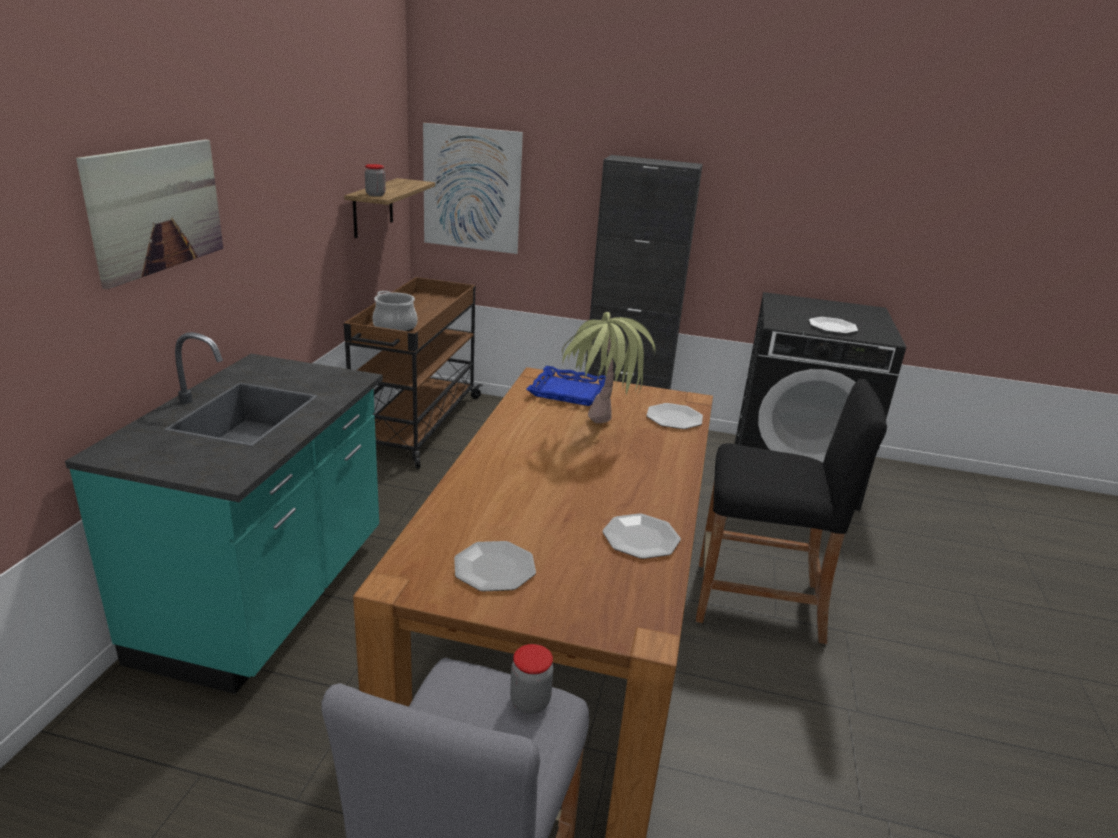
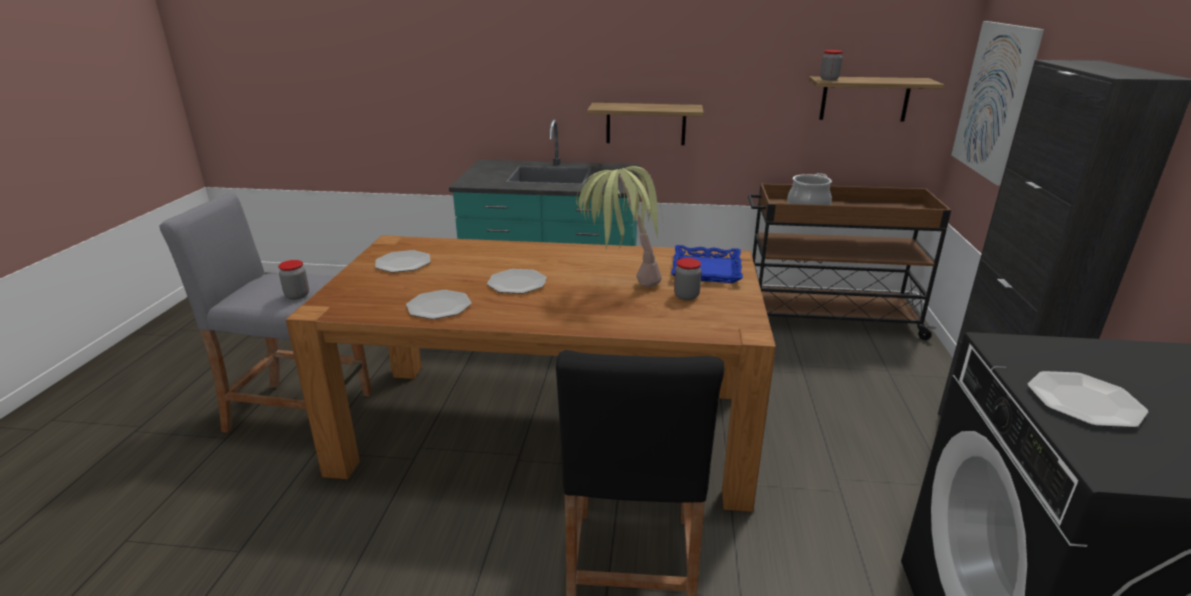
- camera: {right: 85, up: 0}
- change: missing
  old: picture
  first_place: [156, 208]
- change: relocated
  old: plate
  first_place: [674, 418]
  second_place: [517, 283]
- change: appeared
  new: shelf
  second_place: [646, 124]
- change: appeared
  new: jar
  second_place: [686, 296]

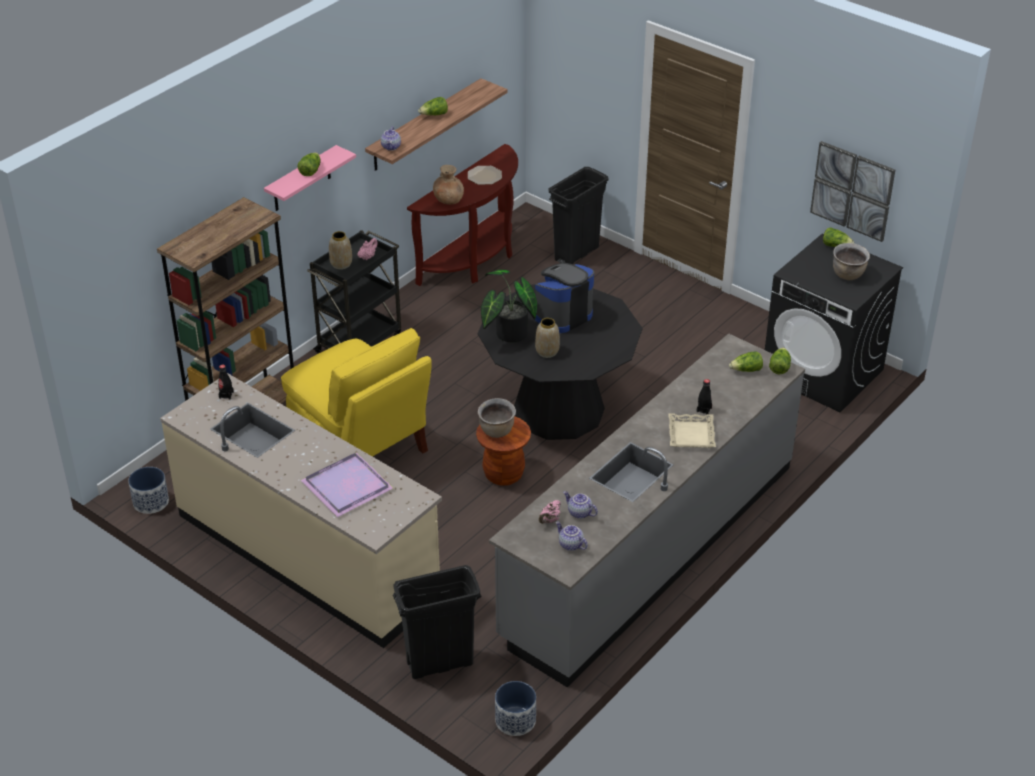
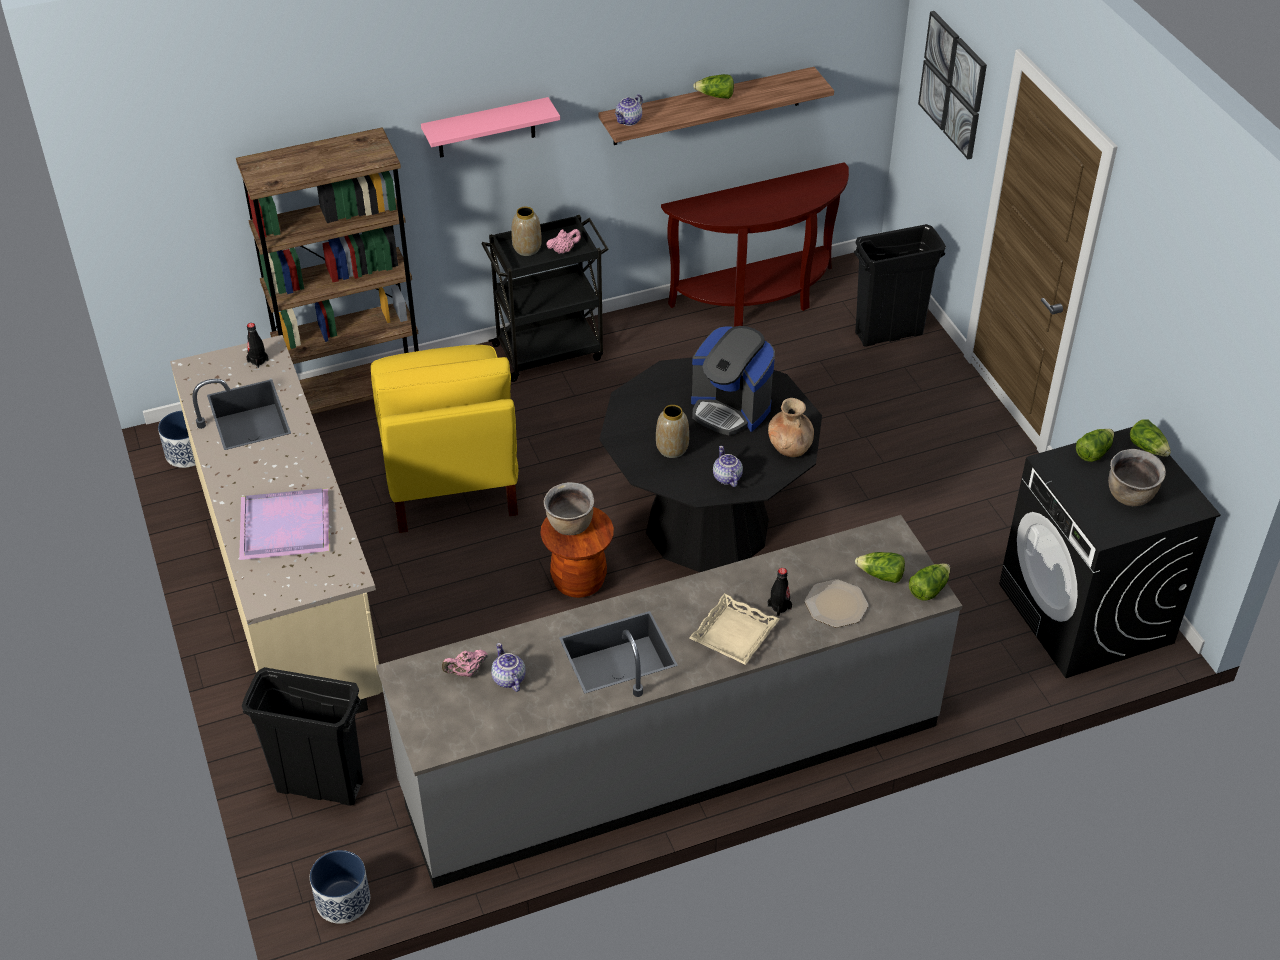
- camera: {right: 30, up: 5}
- change: relocated
  old: picture
  first_place: [852, 190]
  second_place: [953, 84]
- change: relocated
  old: lettuce
  first_place: [310, 170]
  second_place: [1093, 452]
- change: relocated
  old: brown vase
  first_place: [449, 200]
  second_place: [790, 447]
- change: relocated
  old: plate
  first_place: [484, 176]
  second_place: [836, 604]
- change: spun
  old: coffee machine
  first_place: [562, 315]
  second_place: [730, 409]
  degrees: -135
- change: missing
  old: potted plant
  first_place: [507, 334]
- change: relocated
  old: teapot
  first_place: [570, 545]
  second_place: [726, 477]

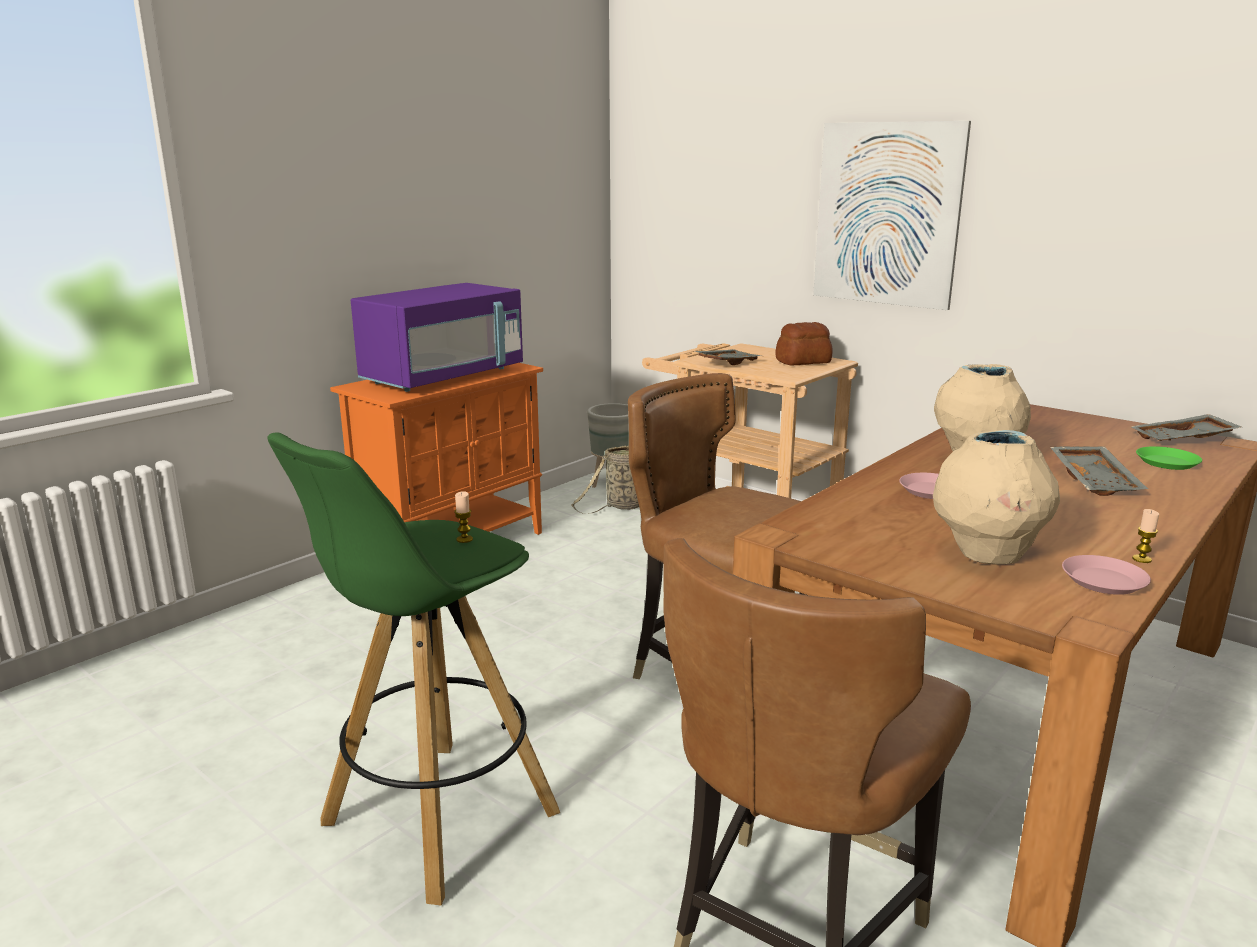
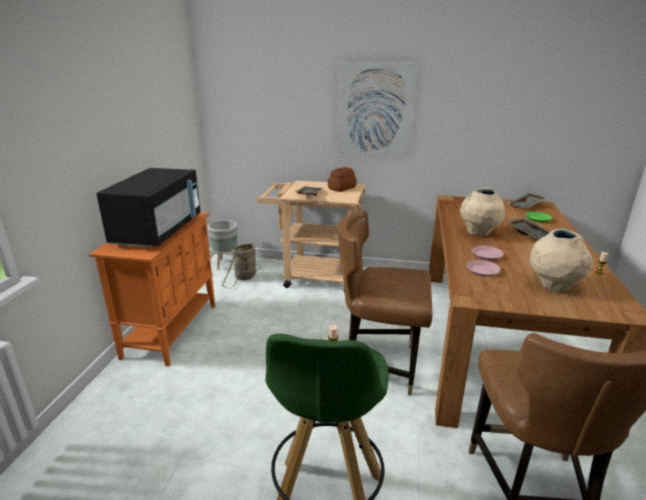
- camera: {right: -30, up: 5}
- change: colour
  old: purple microwave
  new: black microwave
  first_place: [444, 377]
  second_place: [158, 231]
- change: relocated
  old: pink plate
  first_place: [1103, 581]
  second_place: [482, 271]

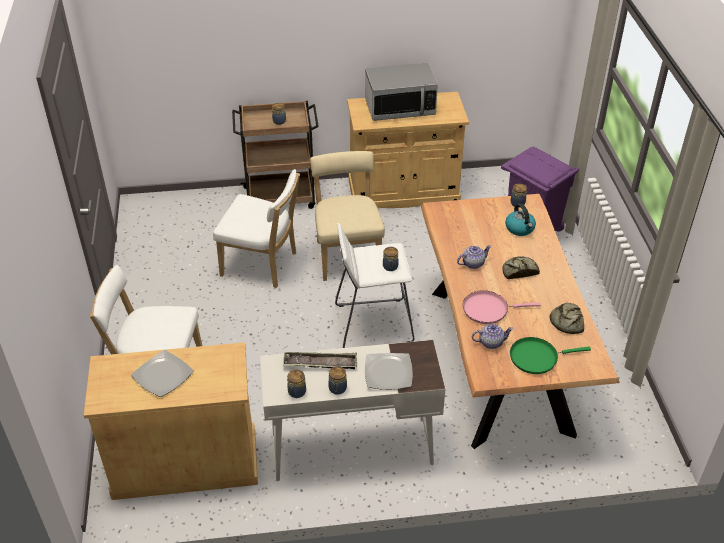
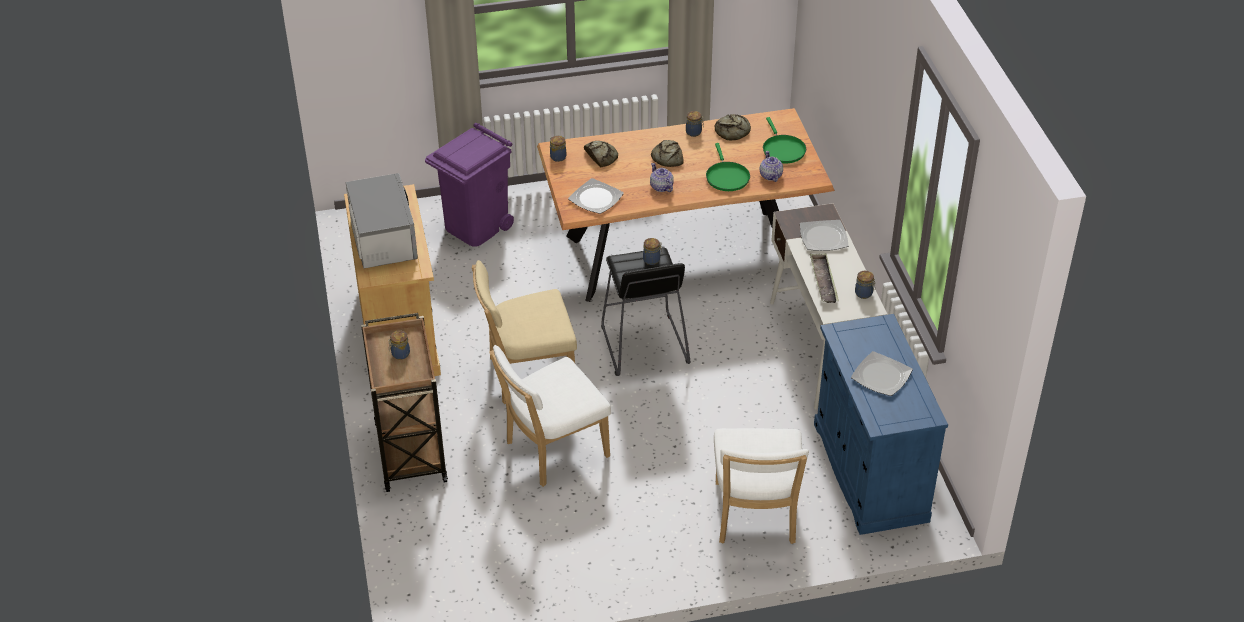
- camera: {right: -95, up: 0}
- change: spun
  old: white chair
  first_place: [262, 265]
  second_place: [552, 451]
  degrees: -135
- change: exchanged
  old: kettle
  new: bread
  first_place: [520, 228]
  second_place: [601, 156]
- change: colour
  old: white stool
  new: black stool
  first_place: [373, 324]
  second_place: [644, 345]
- change: colour
  old: pink frying pan
  new: green frying pan
  first_place: [488, 309]
  second_place: [726, 177]
- change: colour
  old: beige cabinet
  new: blue cabinet
  first_place: [185, 463]
  second_place: [869, 472]
- change: relocated
  old: jar
  first_place: [337, 389]
  second_place: [694, 132]
- change: appeared
  new: plate
  second_place: [596, 199]

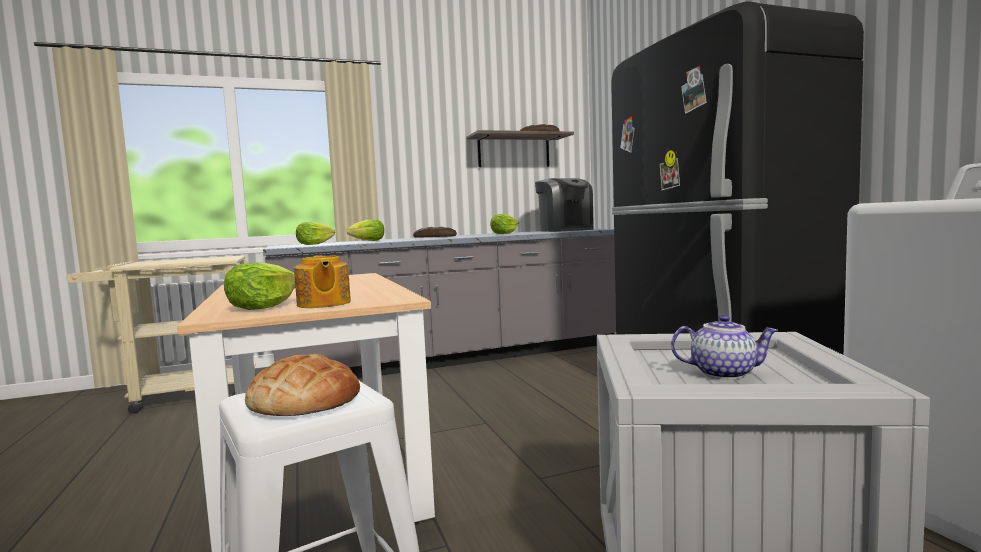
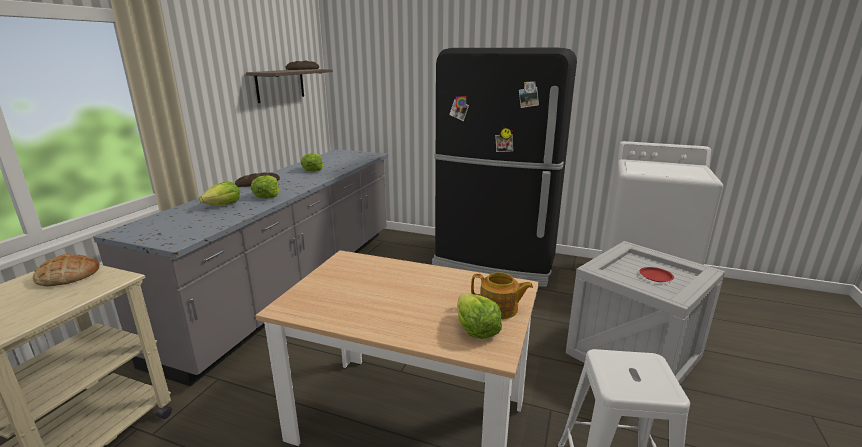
- camera: {right: -50, up: 15}
- change: missing
  old: coffee machine
  first_place: [565, 230]
- change: relocated
  old: lettuce
  first_place: [314, 244]
  second_place: [267, 196]
- change: exchanged
  old: teapot
  new: red plate
  first_place: [723, 373]
  second_place: [655, 276]
- change: relocated
  old: bread
  first_place: [305, 400]
  second_place: [68, 275]

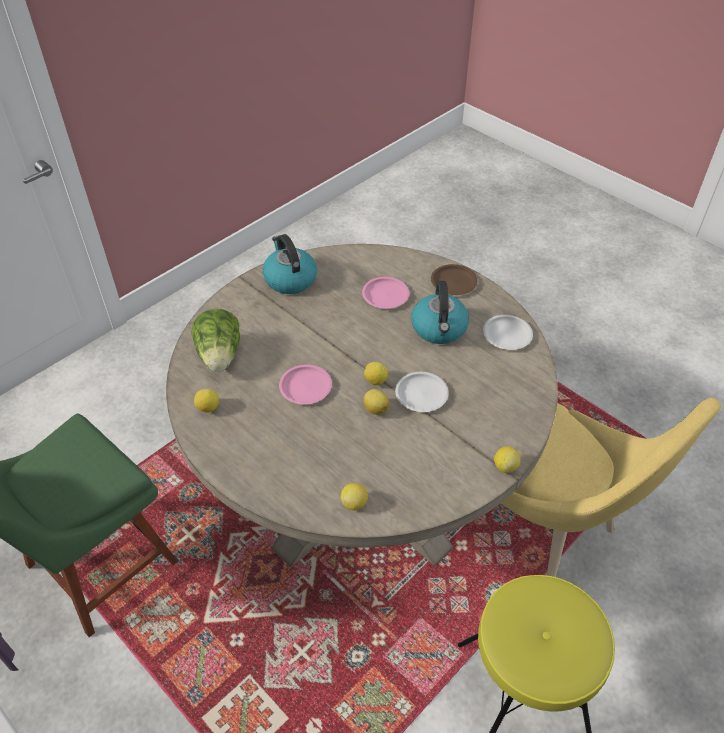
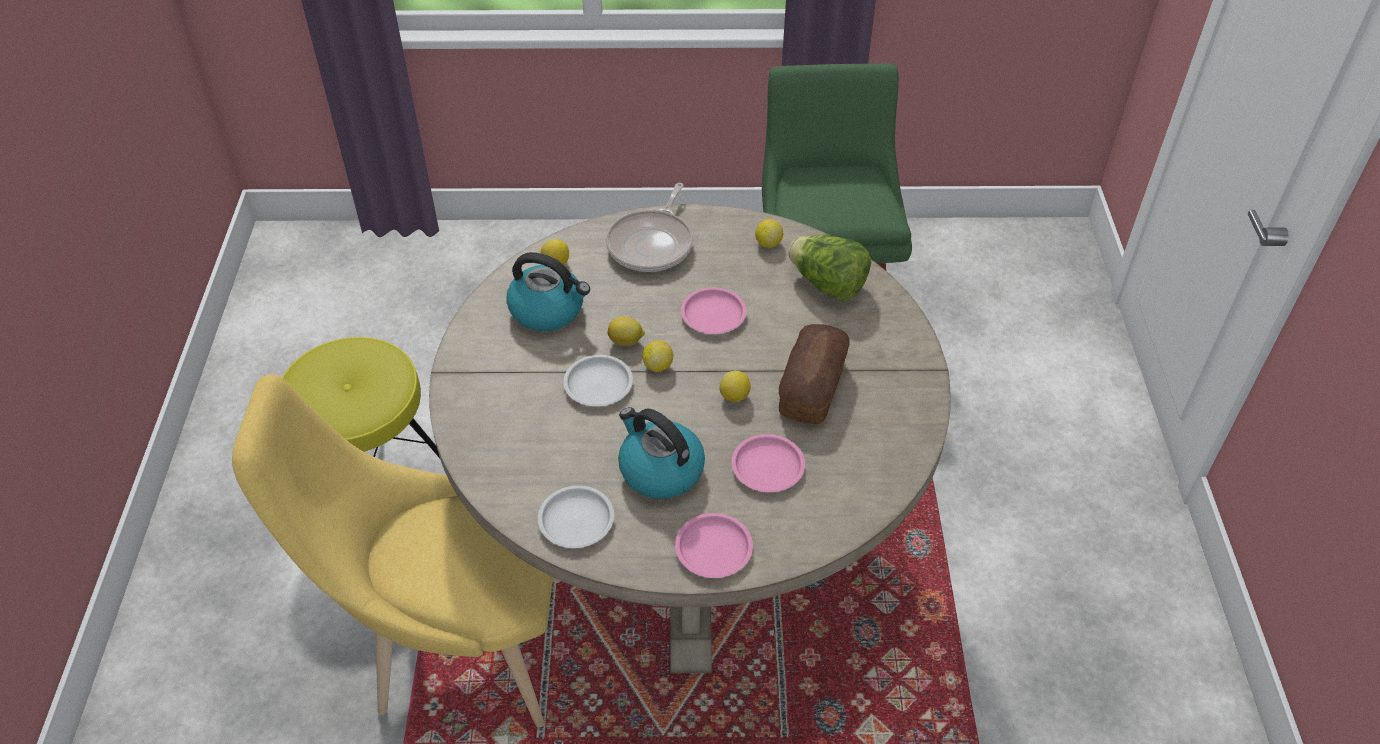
- camera: {right: 135, up: 0}
- change: relocated
  old: kettle
  first_place: [289, 279]
  second_place: [548, 310]
- change: colour
  old: brown plate
  new: pink plate
  first_place: [453, 283]
  second_place: [713, 548]
- change: relocated
  old: lemon
  first_place: [505, 466]
  second_place: [735, 396]
- change: appeared
  new: frying pan
  second_place: [652, 244]
- change: appeared
  new: bread
  second_place: [812, 387]

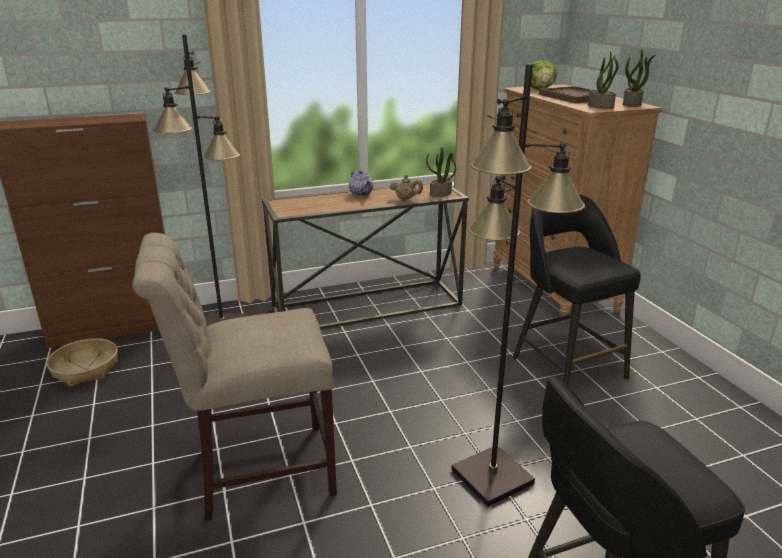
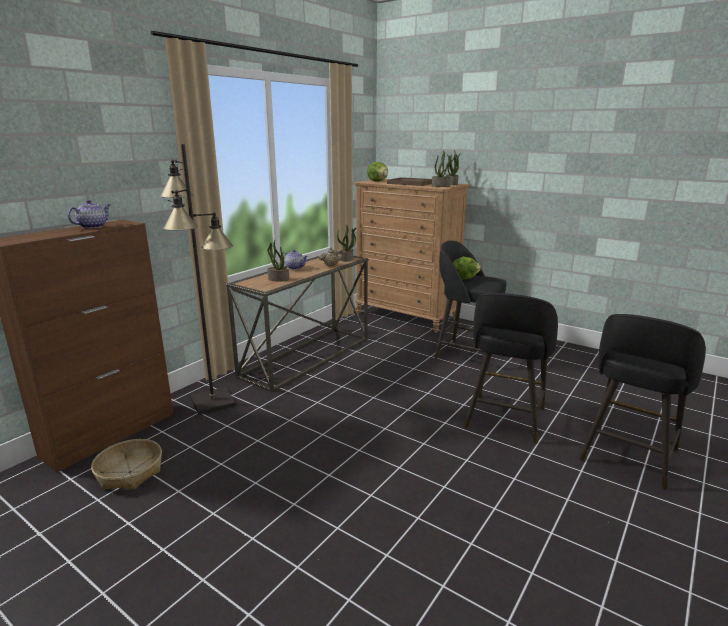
- camera: {right: -35, up: -5}
- change: exchanged
  old: black floor lamp
  new: black stool
  first_place: [491, 476]
  second_place: [504, 419]
- change: missing
  old: beige chair
  first_place: [257, 471]
- change: appeared
  new: teapot
  second_place: [92, 226]
- change: appeared
  new: potted plant
  second_place: [278, 279]
- change: appeared
  new: lettuce
  second_place: [464, 278]

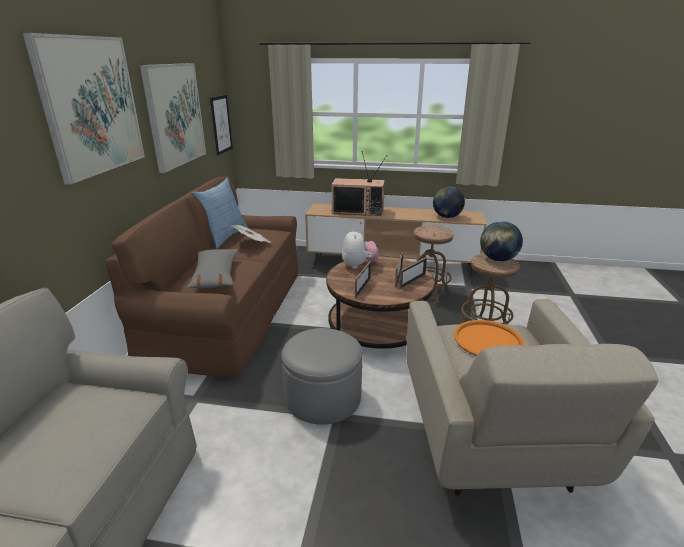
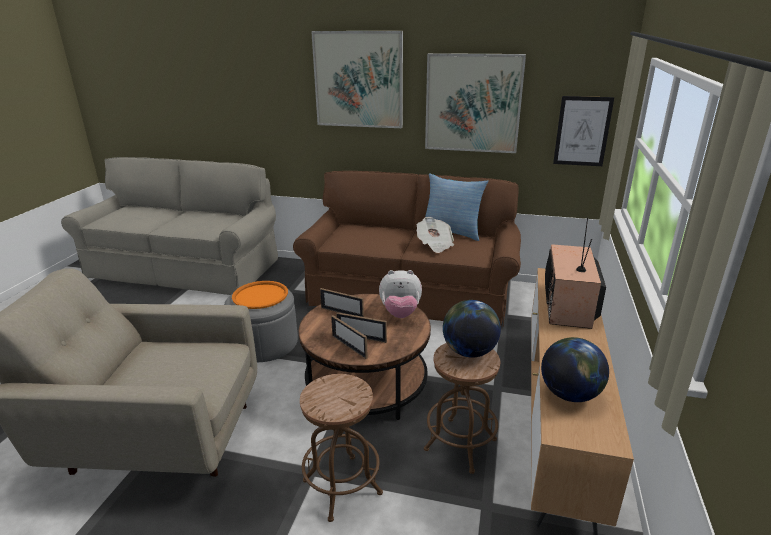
- camera: {right: 95, up: 0}
- change: relocated
  old: globe
  first_place: [497, 259]
  second_place: [469, 351]
- change: missing
  old: grey pillow
  first_place: [215, 276]
- change: relocated
  old: orange tray
  first_place: [488, 340]
  second_place: [260, 295]

